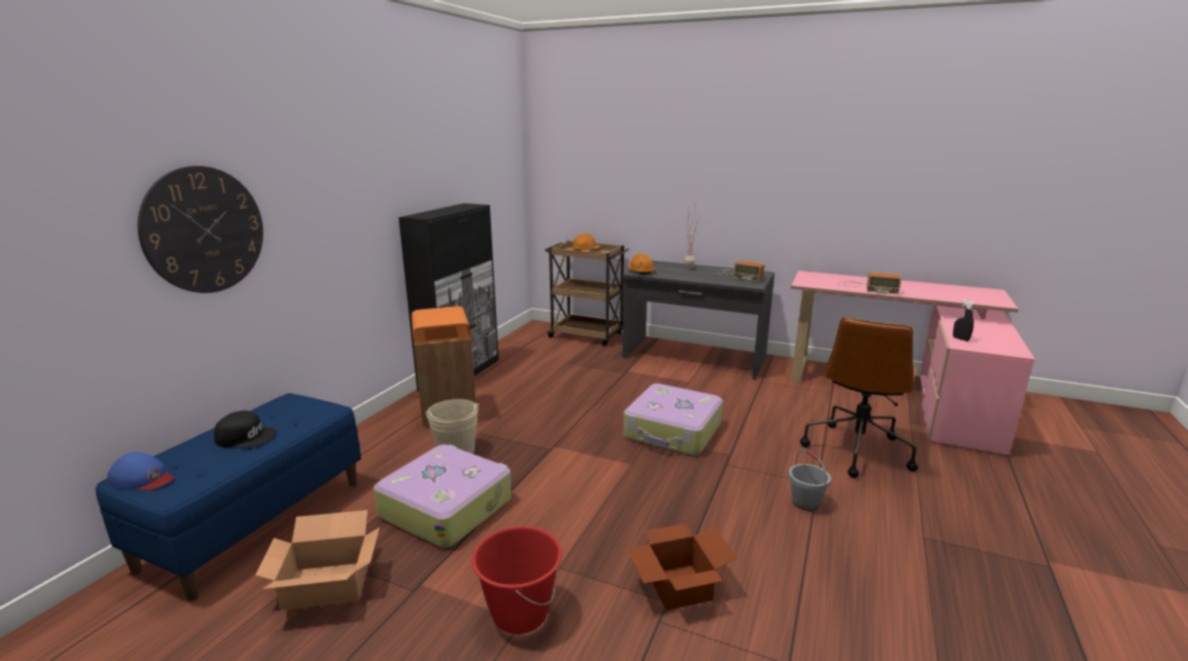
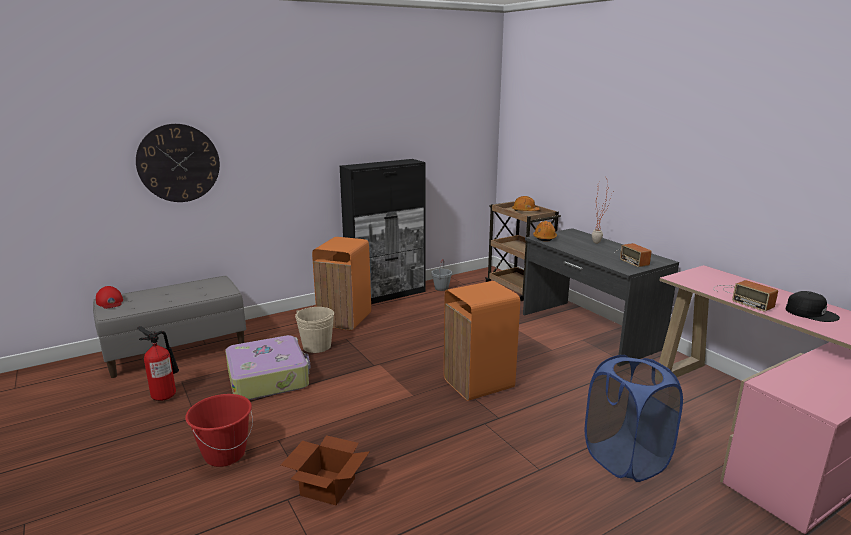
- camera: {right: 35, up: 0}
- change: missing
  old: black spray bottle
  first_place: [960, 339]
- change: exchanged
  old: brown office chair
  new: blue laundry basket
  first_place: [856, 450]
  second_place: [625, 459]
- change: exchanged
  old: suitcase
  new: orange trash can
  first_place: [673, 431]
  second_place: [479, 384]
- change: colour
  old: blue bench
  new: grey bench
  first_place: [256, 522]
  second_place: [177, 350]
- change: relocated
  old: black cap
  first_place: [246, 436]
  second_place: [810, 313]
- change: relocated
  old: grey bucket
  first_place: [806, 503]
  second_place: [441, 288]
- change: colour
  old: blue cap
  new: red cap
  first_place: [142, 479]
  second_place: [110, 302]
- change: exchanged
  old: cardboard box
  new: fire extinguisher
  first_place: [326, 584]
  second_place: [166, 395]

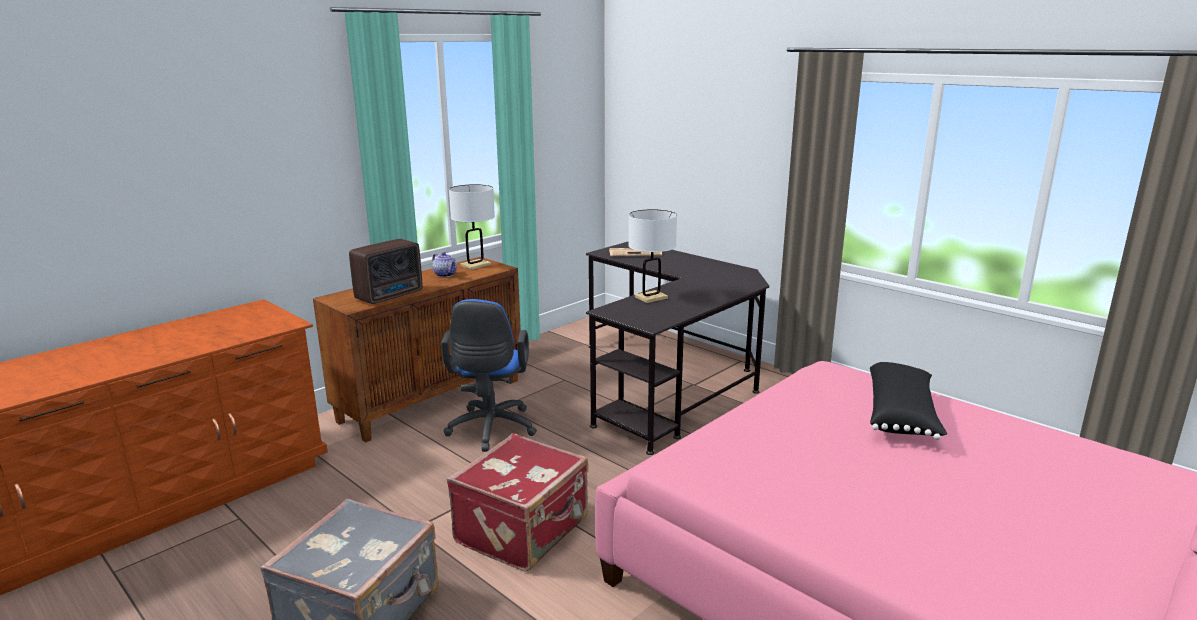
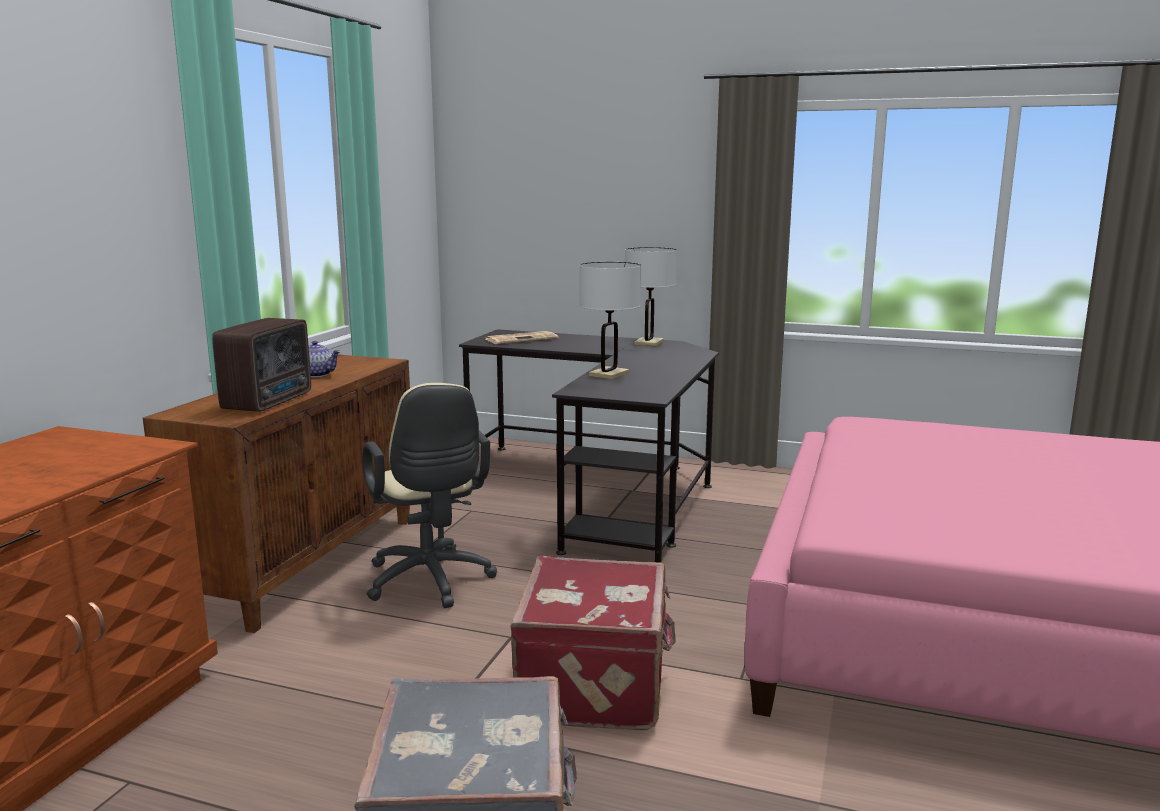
- camera: {right: -25, up: -5}
- change: relocated
  old: white table lamp
  first_place: [475, 265]
  second_place: [649, 343]
- change: colour
  old: blue office chair
  new: beige office chair
  first_place: [490, 430]
  second_place: [430, 583]
- change: missing
  old: black pillow
  first_place: [901, 415]

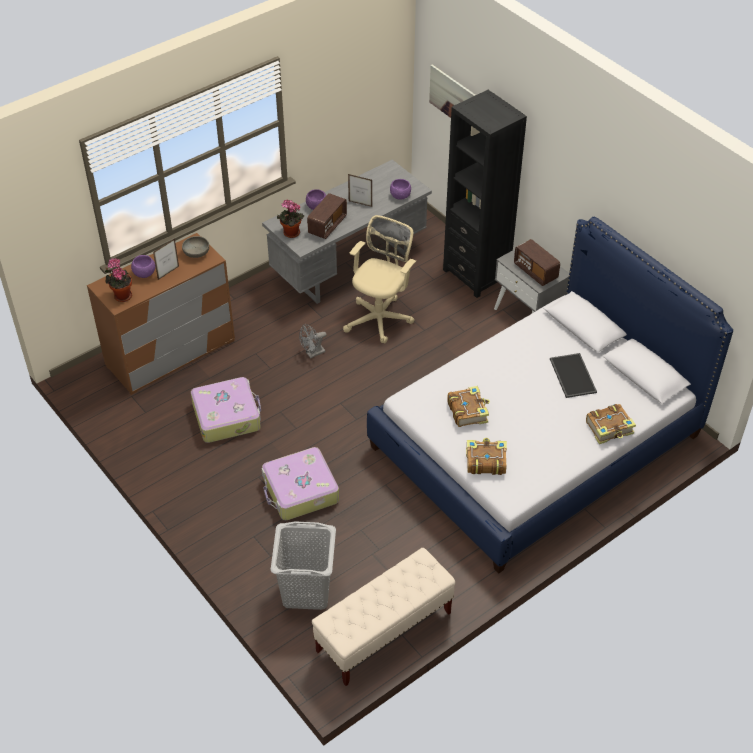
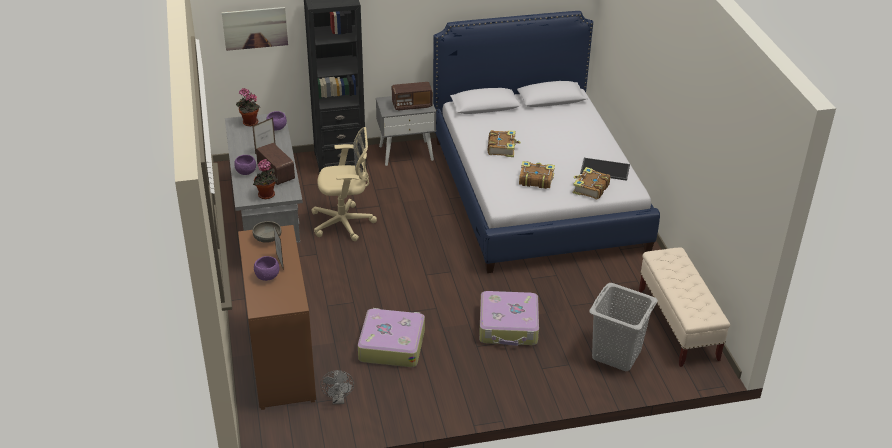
- camera: {right: -65, up: -10}
- change: spun
  old: beige office chair
  first_place: [380, 318]
  second_place: [345, 223]
  degrees: 120
- change: relocated
  old: potted plant
  first_place: [121, 295]
  second_place: [249, 123]
- change: relocated
  old: grey fan
  first_place: [313, 353]
  second_place: [338, 400]
- change: relocated
  old: tray
  first_place: [571, 375]
  second_place: [604, 170]
- change: relocated
  old: book
  first_place: [610, 428]
  second_place: [502, 148]

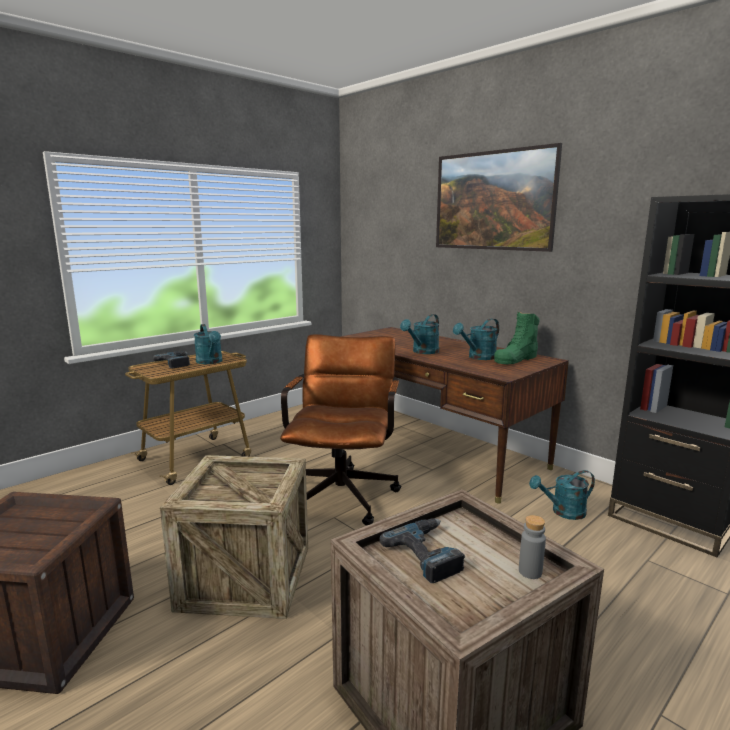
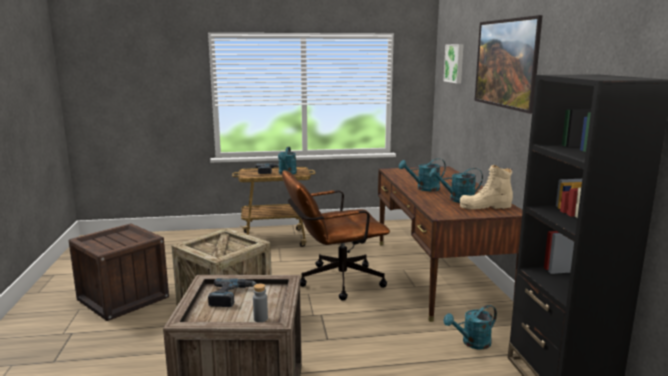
- camera: {right: 35, up: 0}
- change: colour
  old: green boot
  new: beige boot
  first_place: [516, 359]
  second_place: [485, 206]
- change: spun
  old: brown office chair
  first_place: [343, 491]
  second_place: [334, 281]
  degrees: -150
- change: spun
  old: turquoise watering can
  first_place: [563, 512]
  second_place: [472, 343]
  degrees: -45
- change: appeared
  new: picture
  second_place: [455, 63]

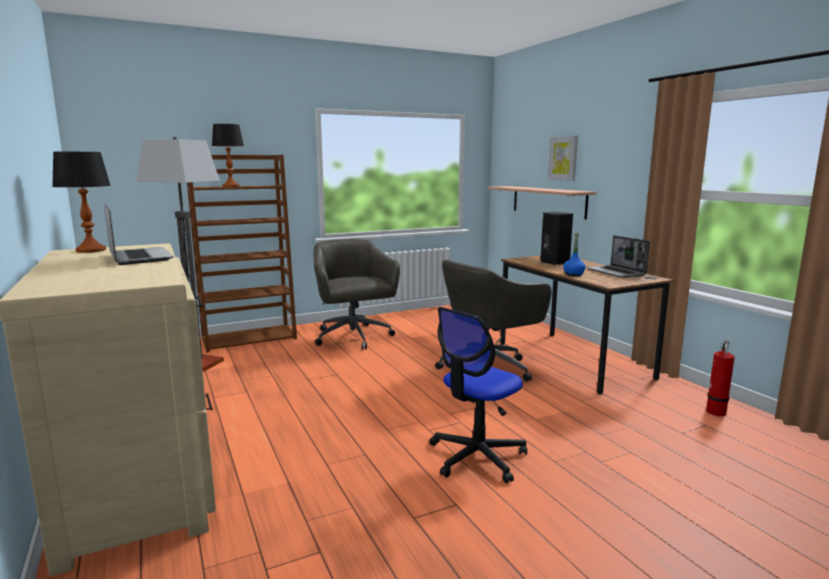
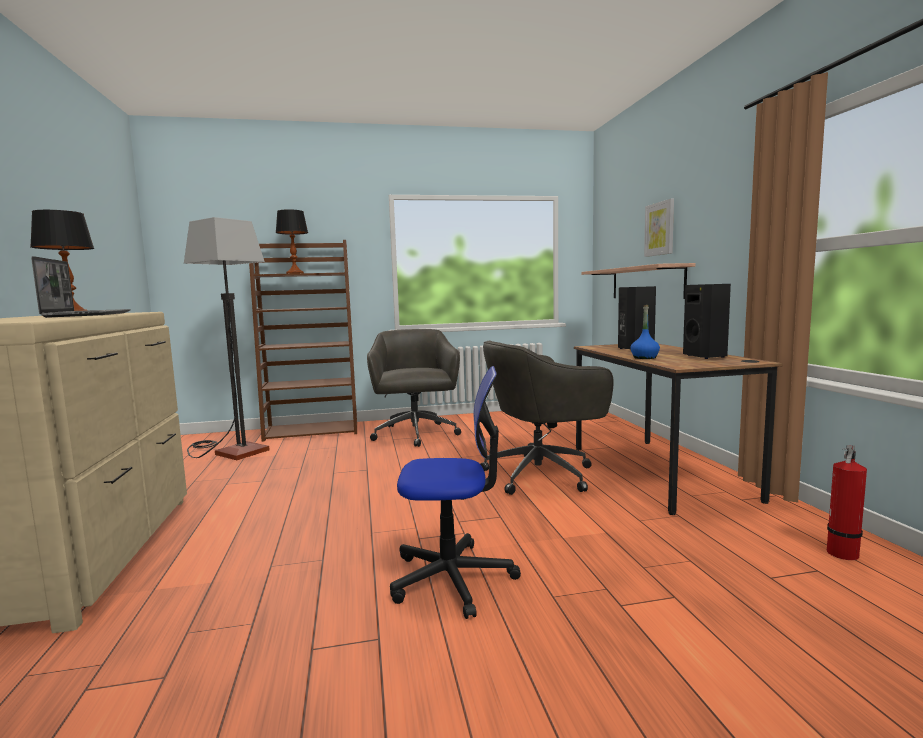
- camera: {right: 15, up: -5}
- change: exchanged
  old: laptop
  new: black speaker
  first_place: [617, 272]
  second_place: [706, 356]
- change: spun
  old: office chair
  first_place: [477, 457]
  second_place: [452, 578]
  degrees: -150

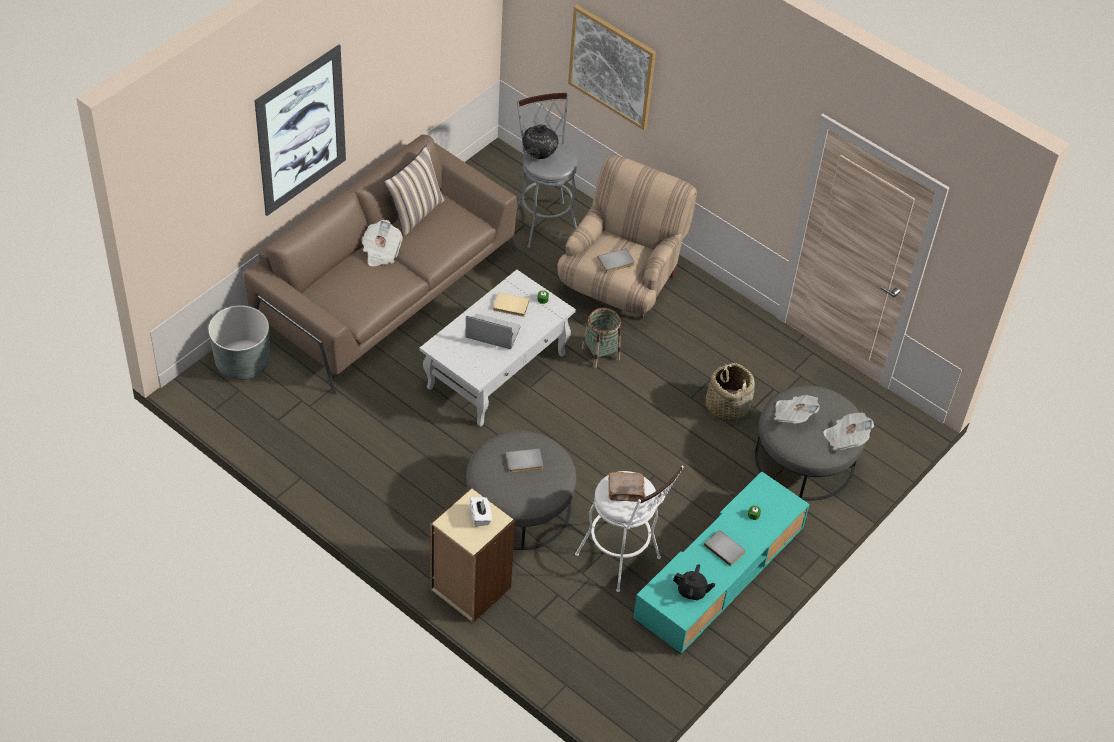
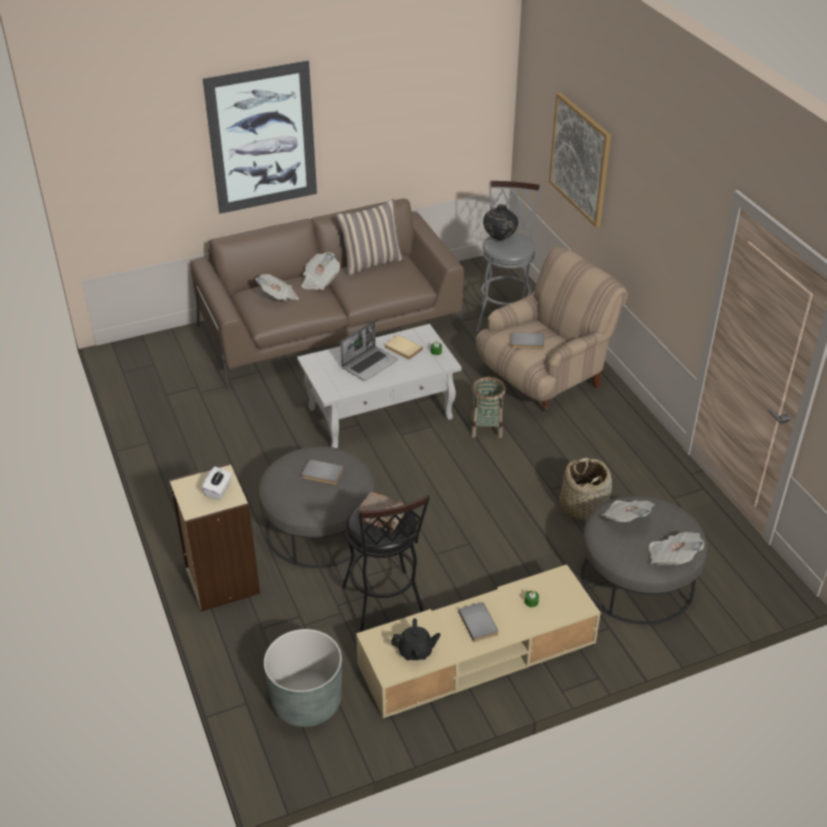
- camera: {right: 30, up: -10}
- change: relocated
  old: grey planter
  first_place: [242, 362]
  second_place: [306, 702]
- change: spun
  old: laptop
  first_place: [492, 333]
  second_place: [370, 364]
  degrees: 90
- change: colour
  old: white stool
  new: black stool
  first_place: [622, 560]
  second_place: [385, 608]
- change: colour
  old: turquoise tv stand
  new: beige tv stand
  first_place: [719, 573]
  second_place: [477, 655]
- change: spun
  old: black teapot
  first_place: [692, 591]
  second_place: [415, 651]
  degrees: -45
- change: appeared
  new: newspaper
  second_place: [278, 297]

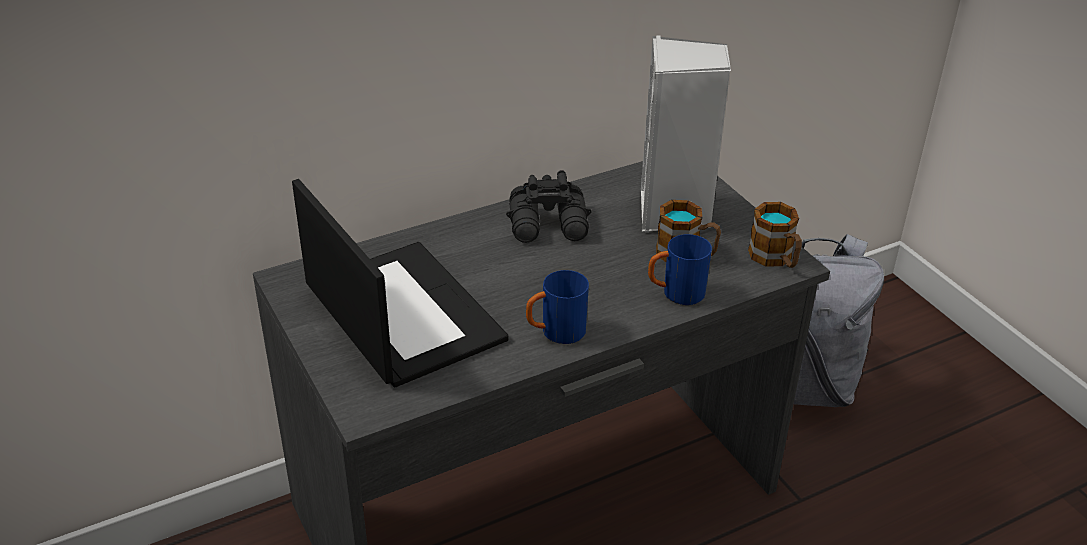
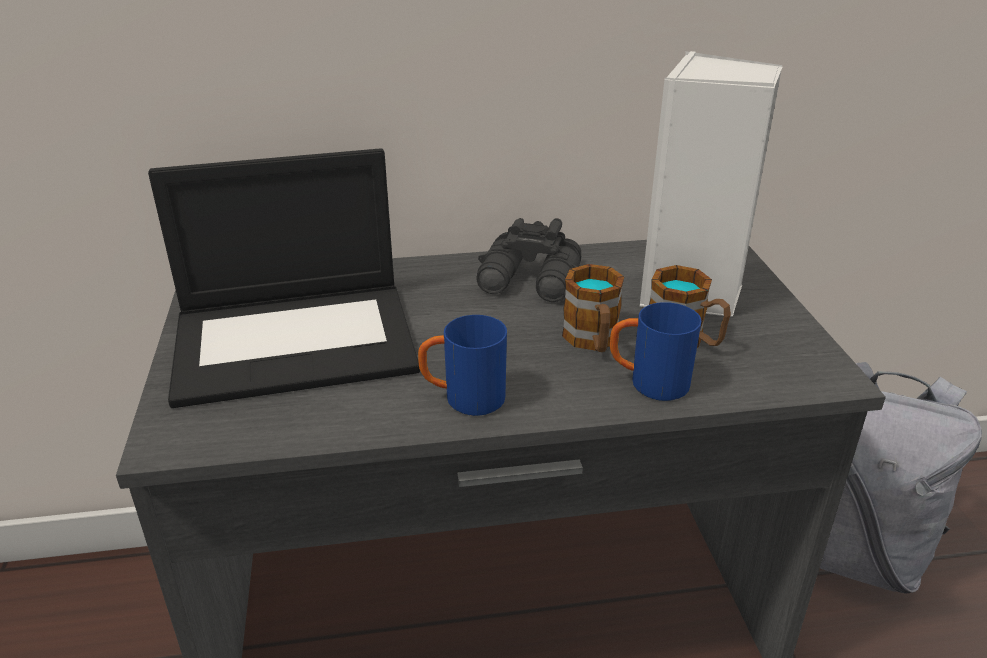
- camera: {right: 20, up: -5}
- change: spun
  old: laptop
  first_place: [401, 313]
  second_place: [297, 340]
  degrees: 90
- change: relocated
  old: mug
  first_place: [775, 259]
  second_place: [593, 341]

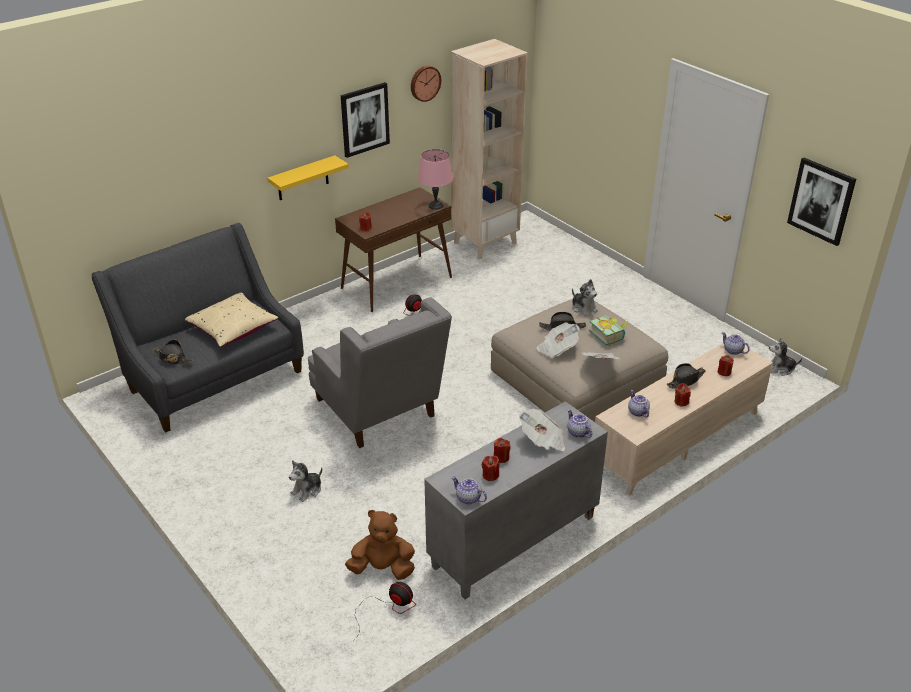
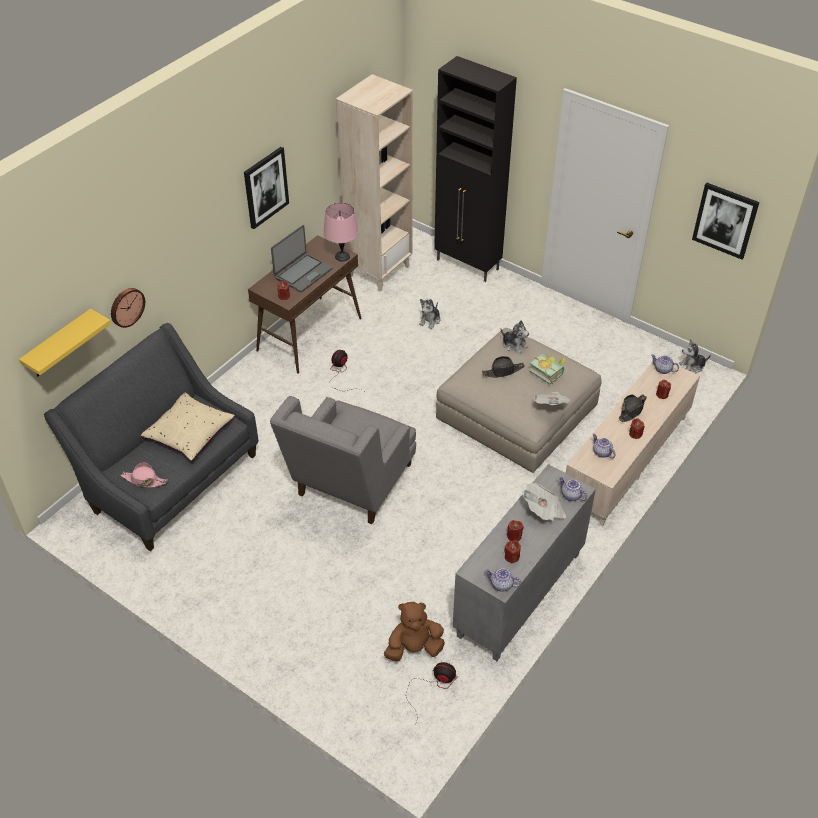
- camera: {right: -15, up: 10}
- change: relocated
  old: wall clock
  first_place: [424, 83]
  second_place: [126, 306]
- change: relocated
  old: yellow shelf
  first_place: [302, 178]
  second_place: [59, 345]
- change: spun
  old: grey armchair
  first_place: [380, 413]
  second_place: [350, 486]
  degrees: 75
- change: missing
  old: newspaper
  first_place: [557, 349]
- change: colour
  old: black hat
  new: pink hat
  first_place: [172, 358]
  second_place: [144, 480]
- change: relocated
  old: plush toy
  first_place: [307, 490]
  second_place: [430, 320]
- change: appeared
  new: black cabinet
  second_place: [468, 265]
- change: appeared
  new: laptop
  second_place: [303, 273]

